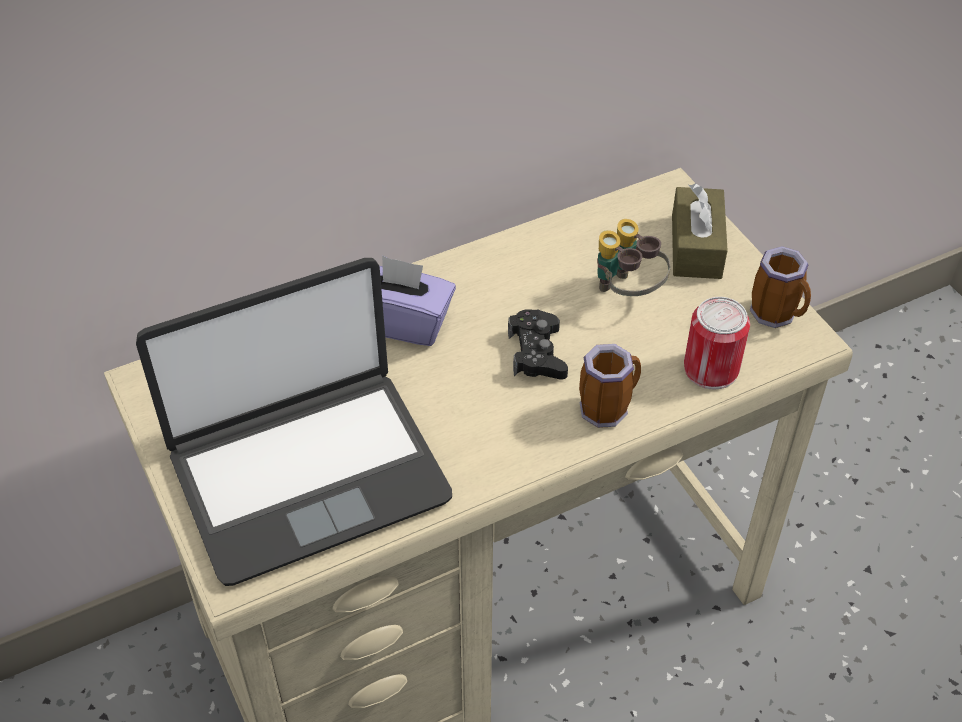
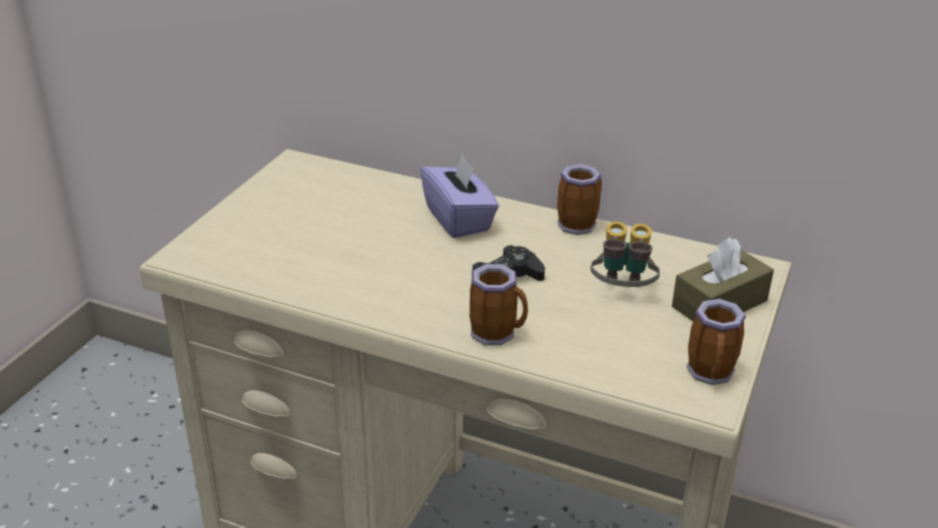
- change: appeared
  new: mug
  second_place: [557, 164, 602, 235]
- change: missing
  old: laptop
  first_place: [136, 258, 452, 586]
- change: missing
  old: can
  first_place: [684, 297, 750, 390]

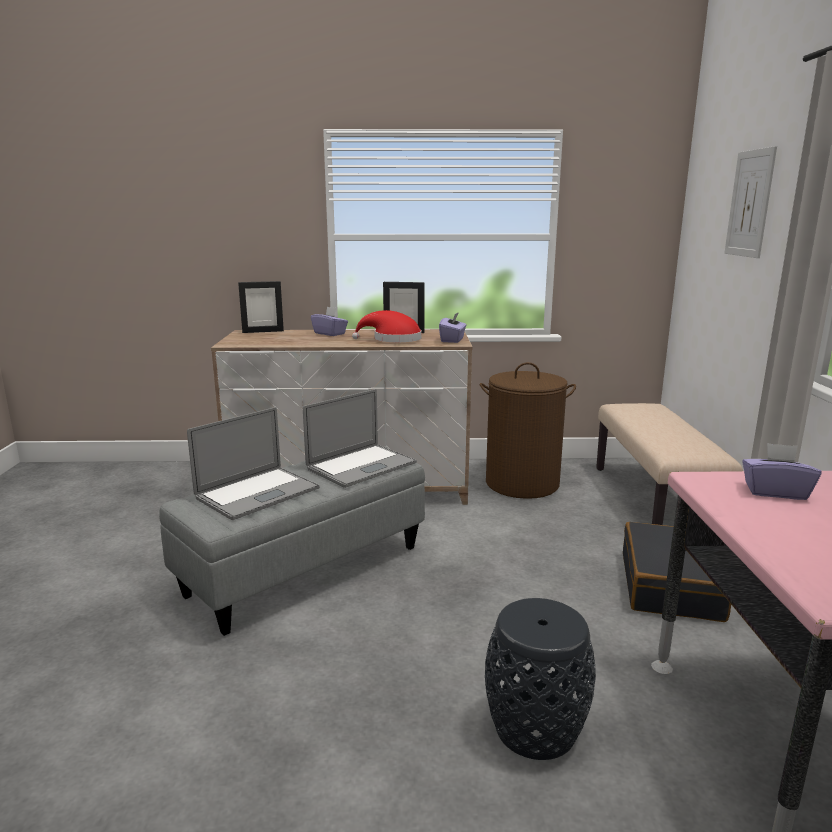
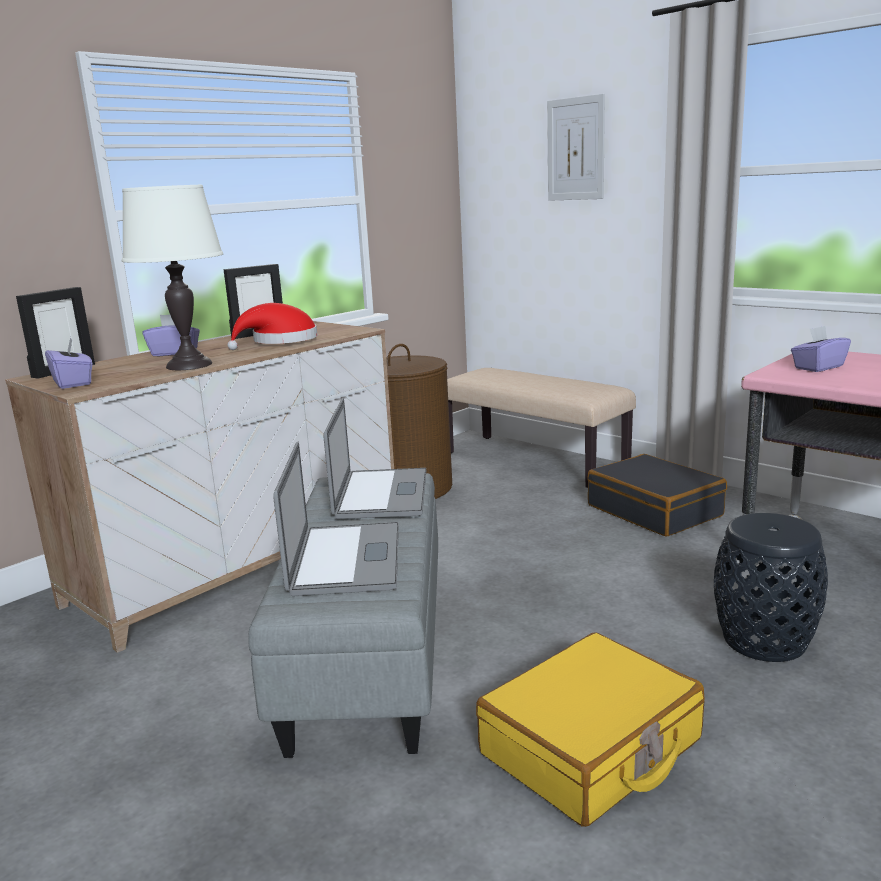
- change: relocated
  old: tissue box/purple
  first_place: [439, 312, 466, 343]
  second_place: [45, 337, 92, 389]
- change: appeared
  new: table lamp/white
  second_place: [122, 185, 223, 370]
- change: appeared
  new: suitcase/yellow
  second_place: [476, 632, 704, 827]

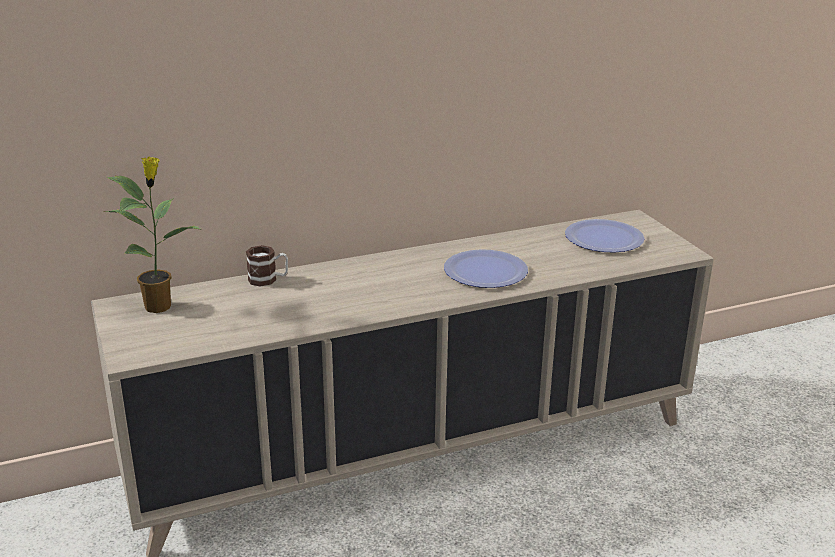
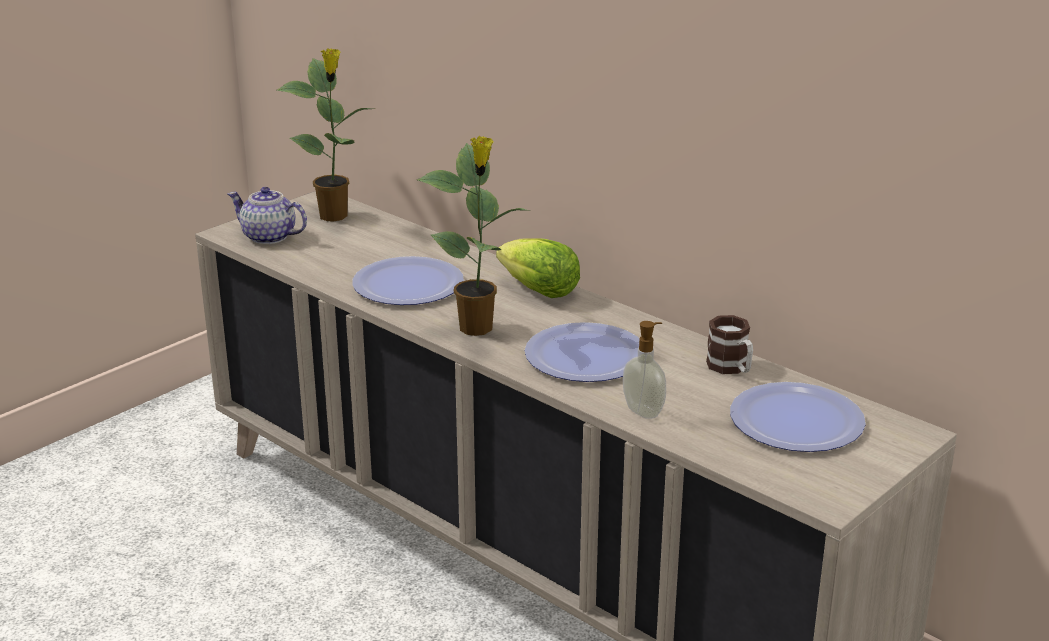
- change: appeared
  new: teapot
  second_place: [228, 187, 307, 244]
- change: appeared
  new: plate
  second_place: [352, 256, 464, 305]
- change: appeared
  new: potted plant
  second_place: [417, 136, 531, 336]
- change: appeared
  new: lettuce
  second_place: [496, 238, 580, 298]
- change: appeared
  new: soap dispenser
  second_place: [623, 321, 666, 419]
- change: relocated
  old: mug
  first_place: [246, 245, 288, 287]
  second_place: [706, 315, 753, 374]

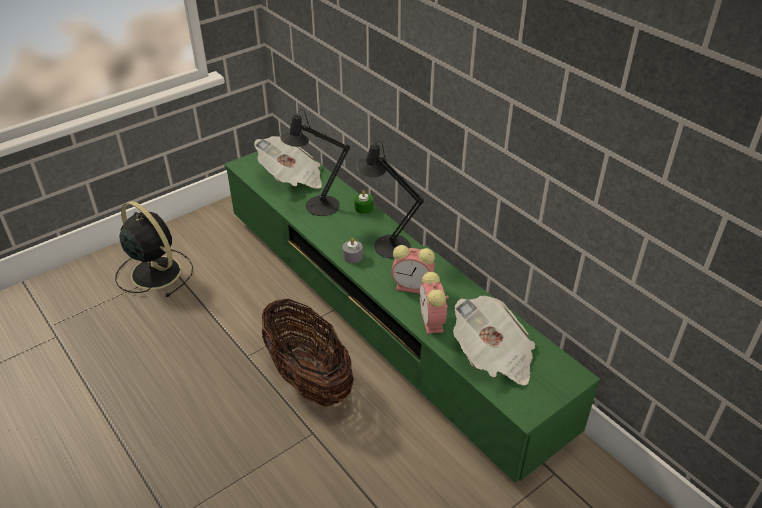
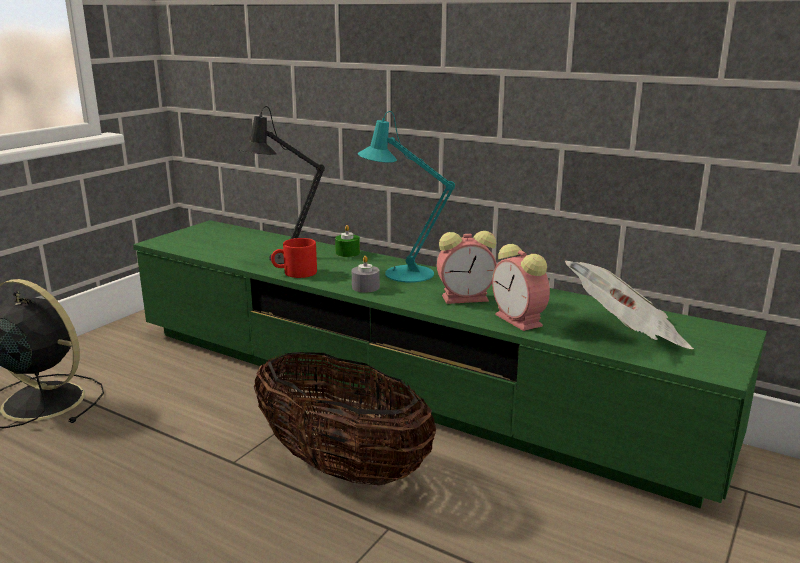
- change: appeared
  new: mug/red
  second_place: [271, 238, 317, 278]
- change: colour
  old: table lamp/black
  new: table lamp/turquoise
  first_place: [356, 141, 424, 259]
  second_place: [358, 111, 455, 282]
- change: missing
  old: newspaper
  first_place: [254, 136, 322, 189]

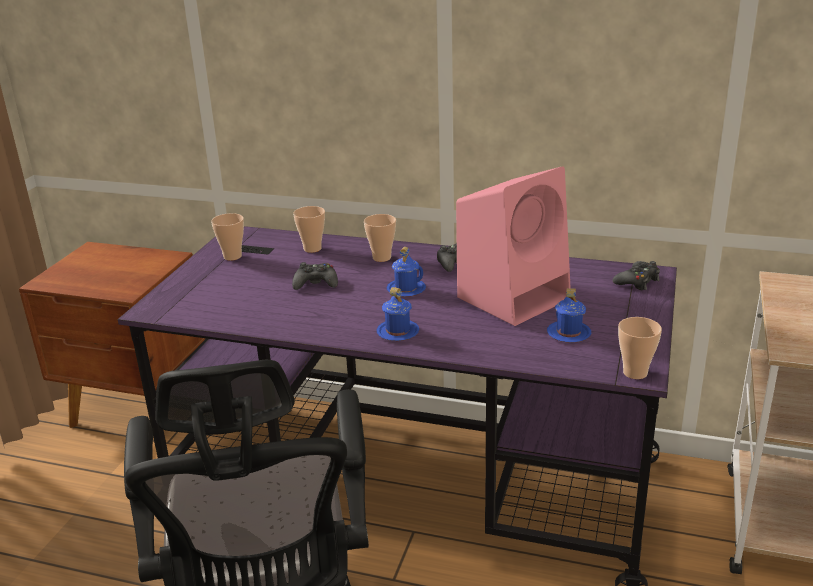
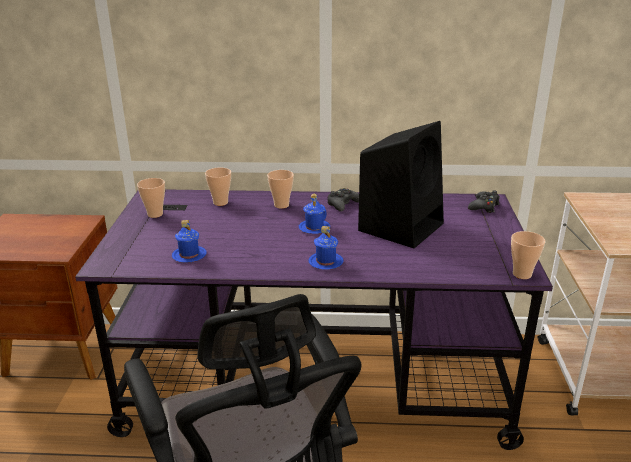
- change: relocated
  old: mug/blue
  first_place: [547, 289, 591, 343]
  second_place: [172, 220, 207, 263]
- change: colour
  old: speaker/pink
  new: speaker/black
  first_place: [456, 166, 571, 326]
  second_place: [358, 121, 444, 248]
- change: missing
  old: game controller/black
  first_place: [292, 262, 338, 290]

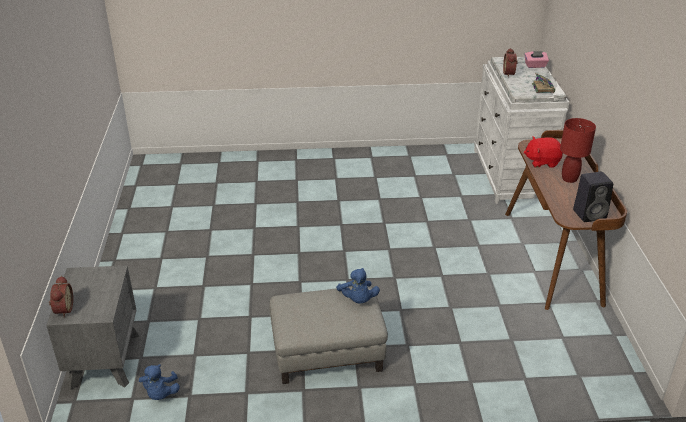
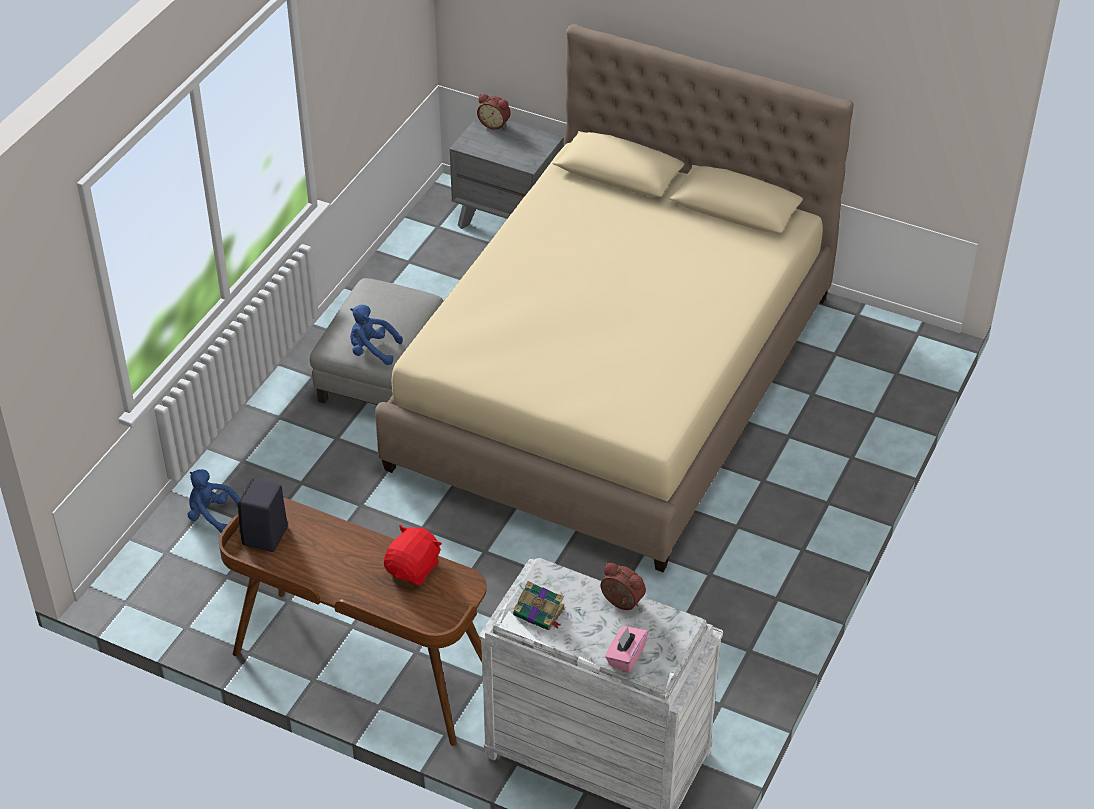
- change: relocated
  old: plush toy/blue
  first_place: [139, 364, 180, 400]
  second_place: [188, 470, 240, 533]
- change: appeared
  new: bed/beige
  second_place: [375, 24, 854, 572]
- change: missing
  old: table lamp/red
  first_place: [560, 118, 596, 183]

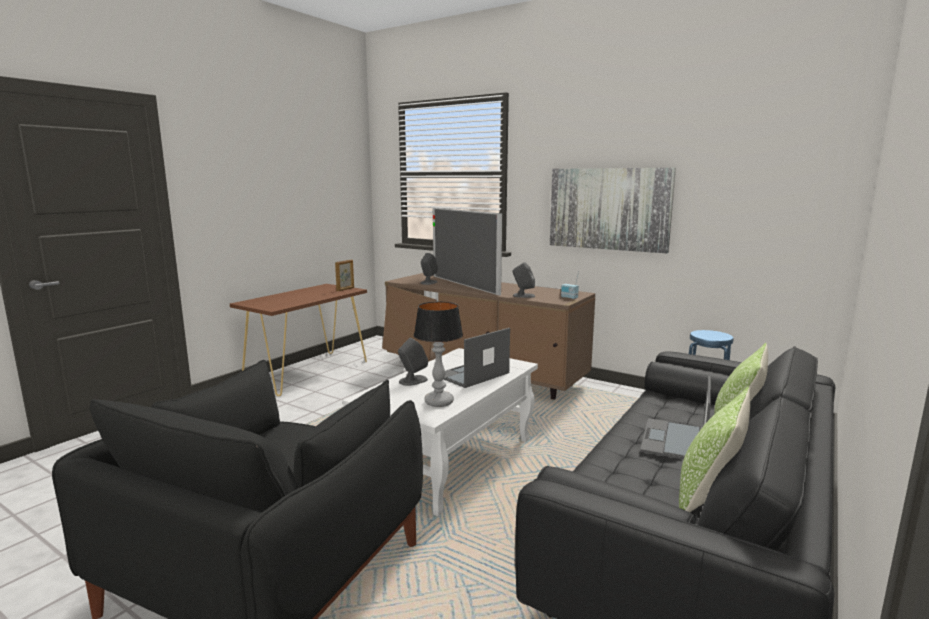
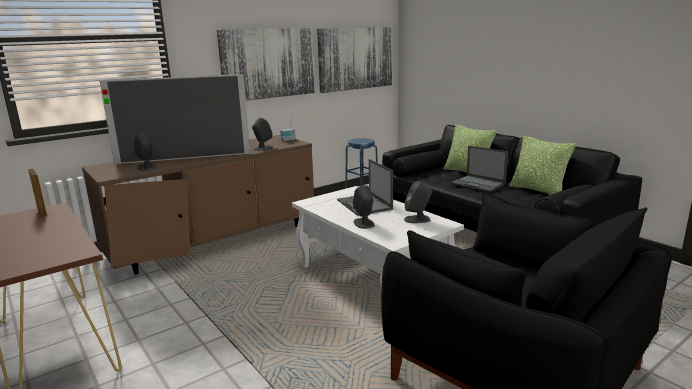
- change: appeared
  new: picture
  second_place: [317, 27, 392, 93]
- change: exchanged
  old: table lamp
  new: speaker/grey
  first_place: [414, 302, 463, 407]
  second_place: [404, 181, 432, 223]

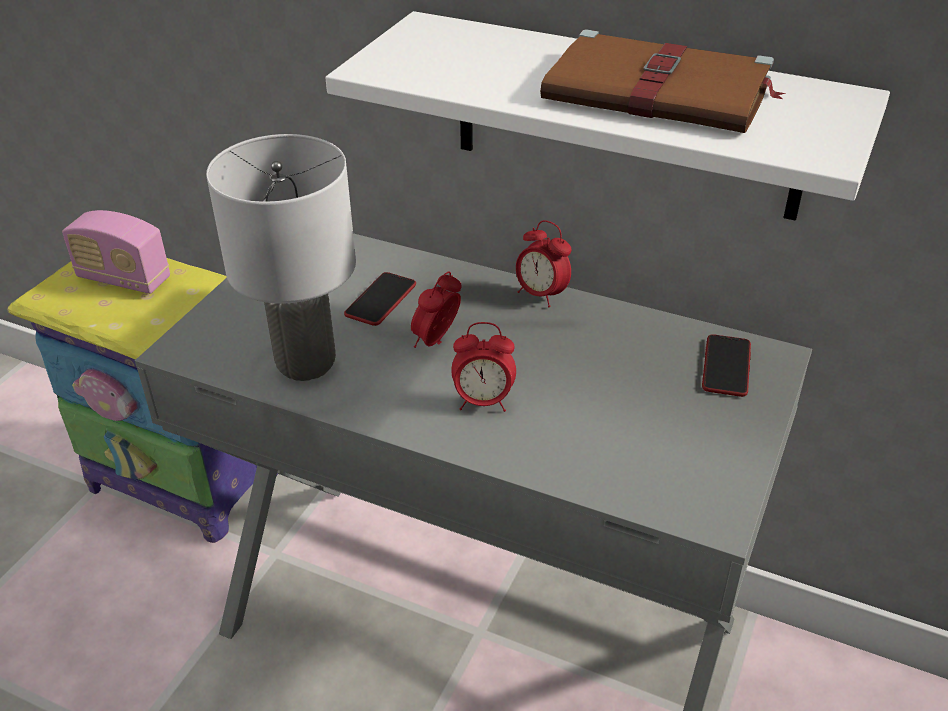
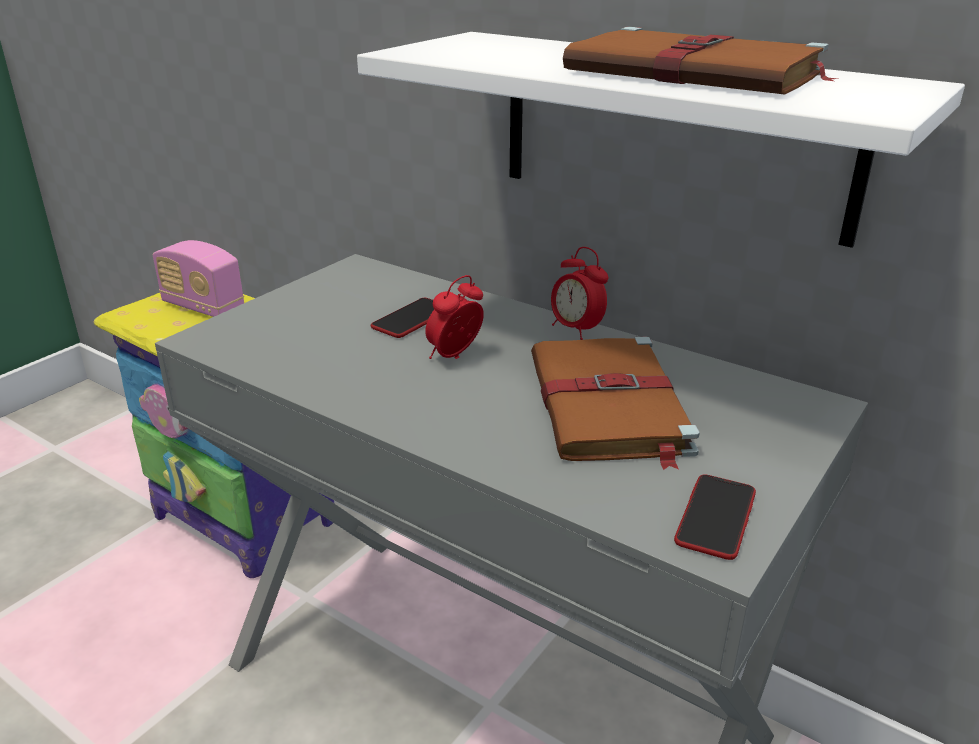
- change: appeared
  new: book/brown
  second_place: [531, 336, 700, 470]
- change: relocated
  old: phone
  first_place: [702, 334, 751, 397]
  second_place: [674, 474, 756, 560]
- change: missing
  old: table lamp/white
  first_place: [206, 134, 356, 381]
- change: missing
  old: alarm clock
  first_place: [451, 322, 516, 412]

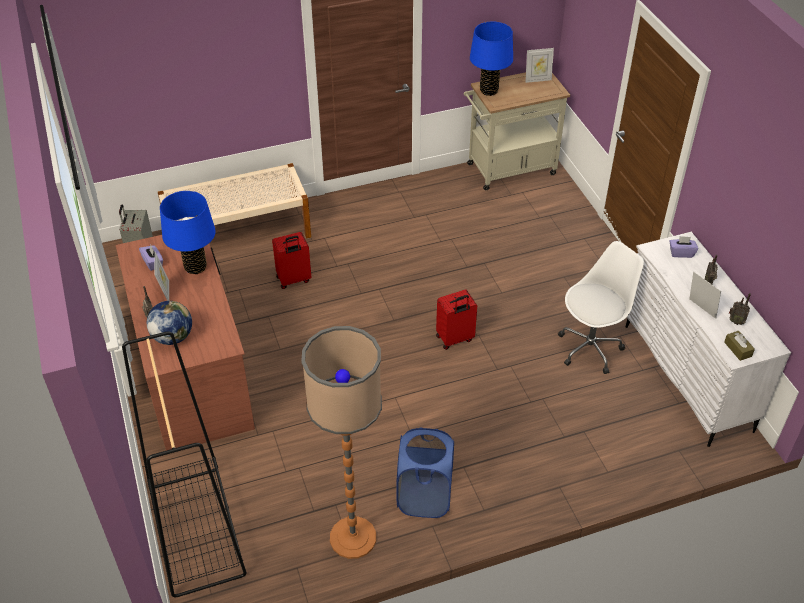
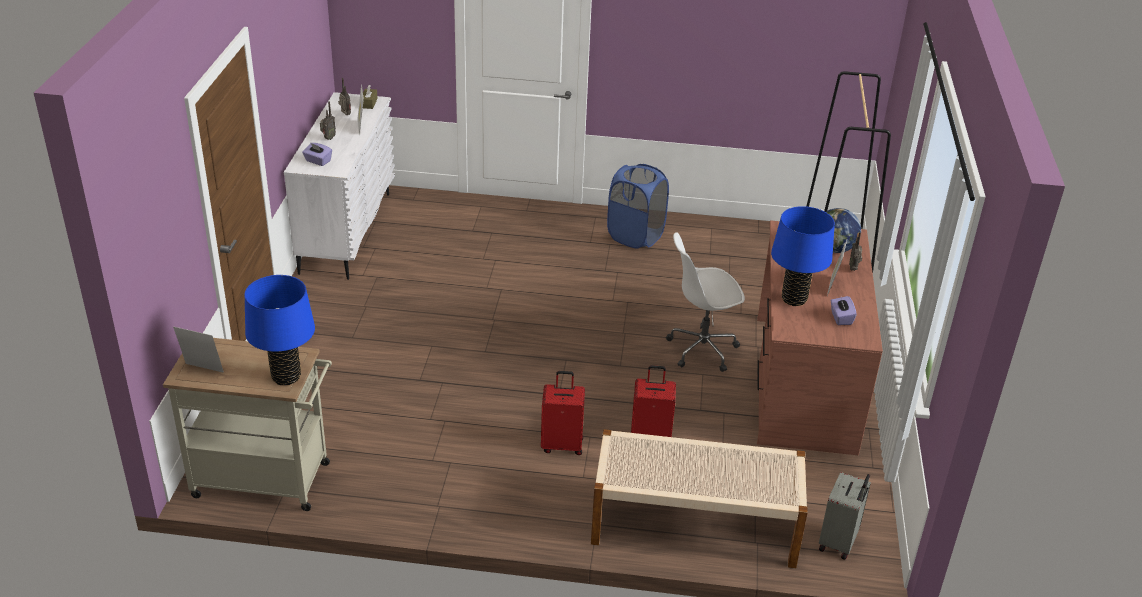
- change: relocated
  old: suitcase/red
  first_place: [436, 290, 477, 350]
  second_place: [541, 371, 585, 455]
- change: relocated
  old: office chair/white
  first_place: [558, 241, 644, 374]
  second_place: [666, 232, 745, 372]
- change: missing
  old: floor lamp
  first_place: [301, 326, 382, 559]

